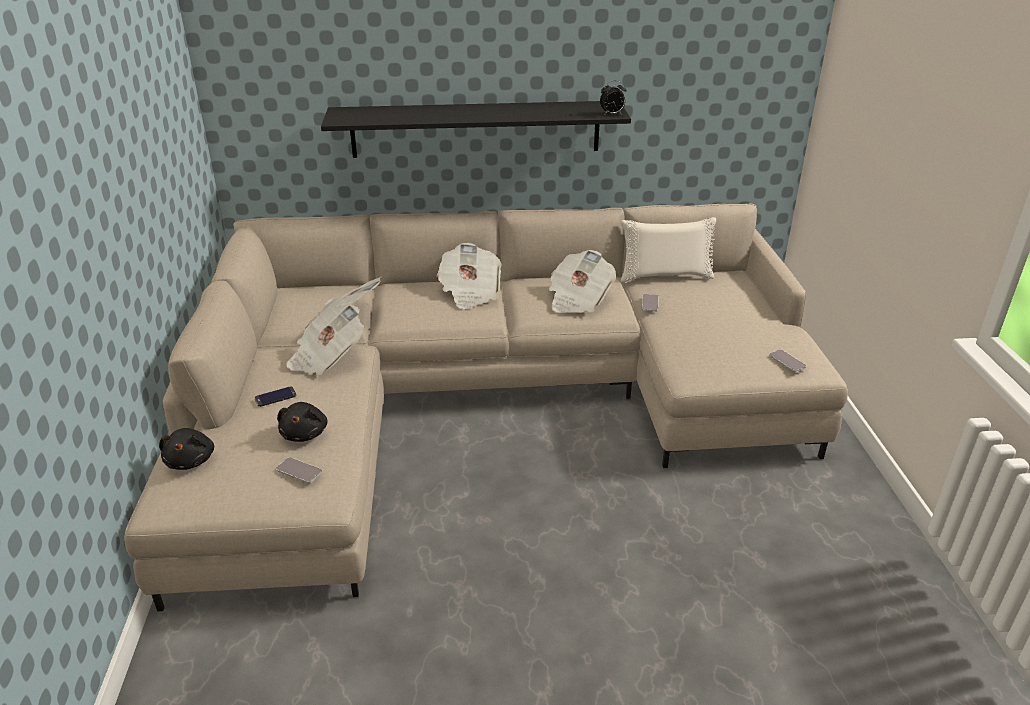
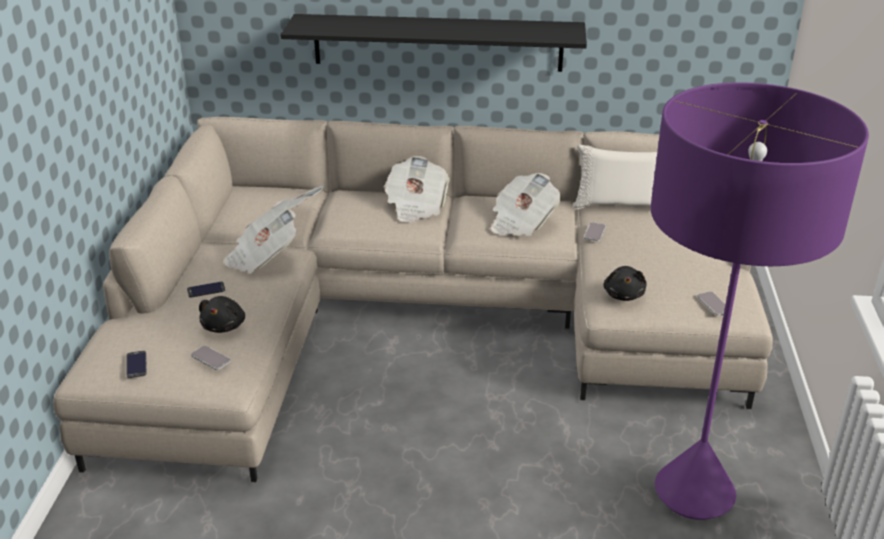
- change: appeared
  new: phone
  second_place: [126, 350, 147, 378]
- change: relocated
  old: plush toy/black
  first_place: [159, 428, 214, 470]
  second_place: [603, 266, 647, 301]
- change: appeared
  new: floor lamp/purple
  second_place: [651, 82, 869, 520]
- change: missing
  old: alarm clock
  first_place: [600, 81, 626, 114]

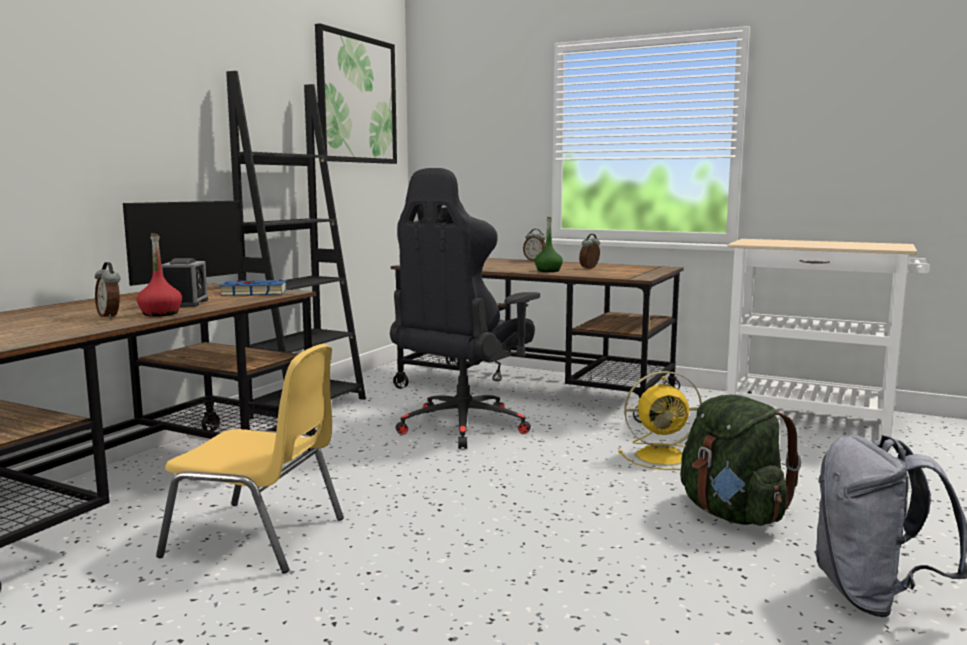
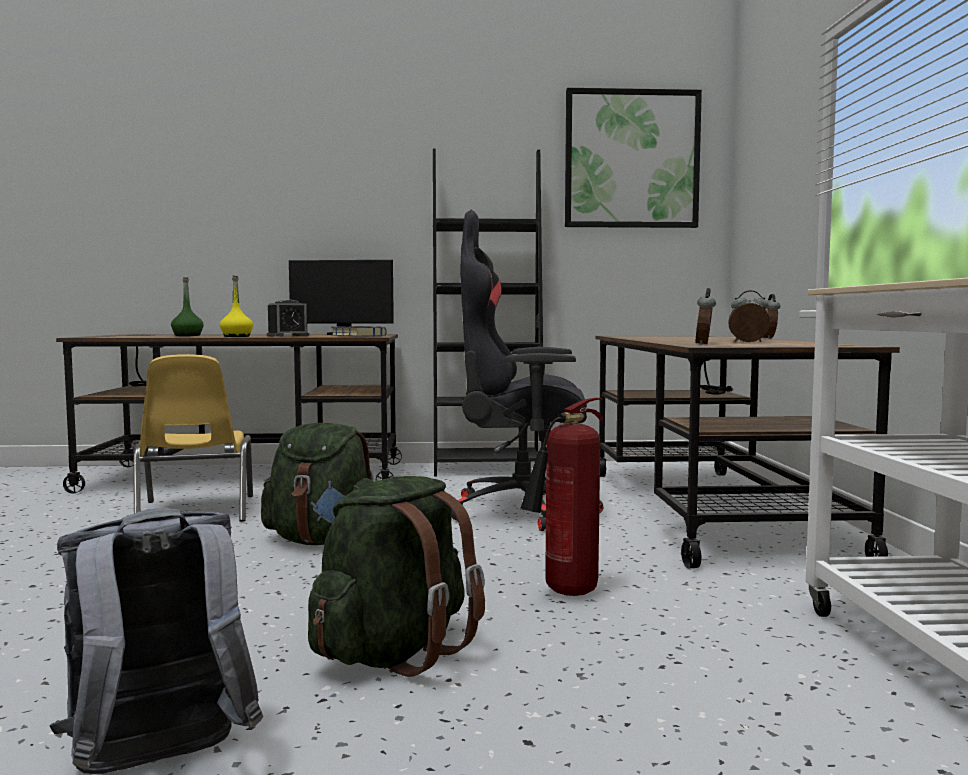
- change: relocated
  old: bottle/green
  first_place: [534, 217, 563, 272]
  second_place: [171, 277, 204, 336]
- change: colour
  old: bottle/red
  new: bottle/yellow
  first_place: [137, 233, 182, 317]
  second_place: [220, 275, 253, 337]
- change: appeared
  new: backpack/green
  second_place: [261, 423, 374, 545]
- change: exchanged
  old: fan/yellow
  new: fire extinguisher
  first_place: [618, 371, 702, 470]
  second_place: [521, 398, 603, 596]
- change: relocated
  old: alarm clock
  first_place: [95, 262, 120, 319]
  second_place: [696, 288, 716, 345]

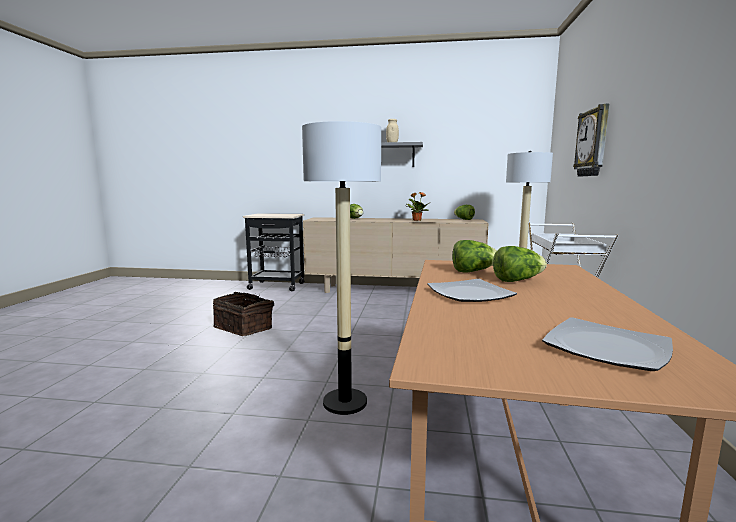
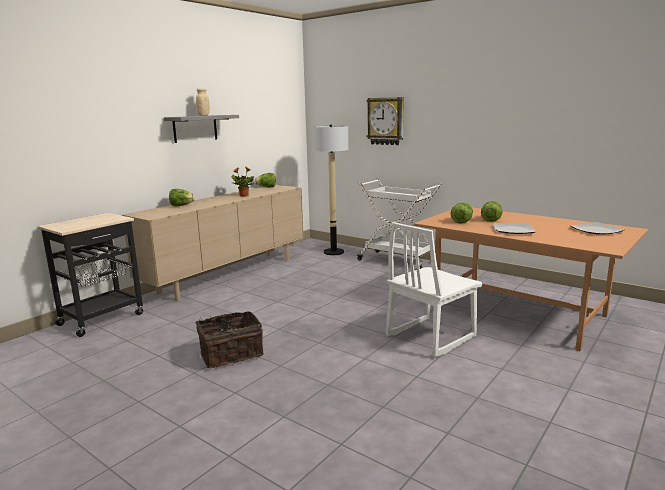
- change: exchanged
  old: floor lamp
  new: chair/white
  first_place: [302, 121, 381, 415]
  second_place: [386, 222, 482, 357]

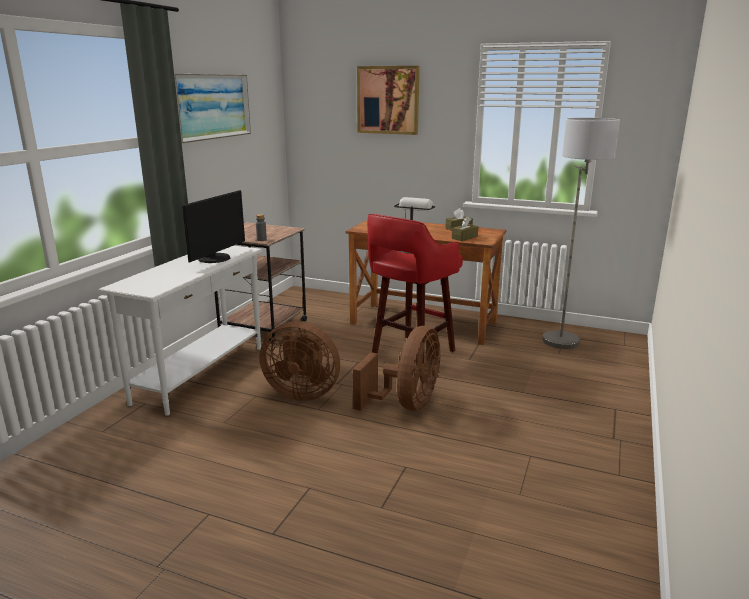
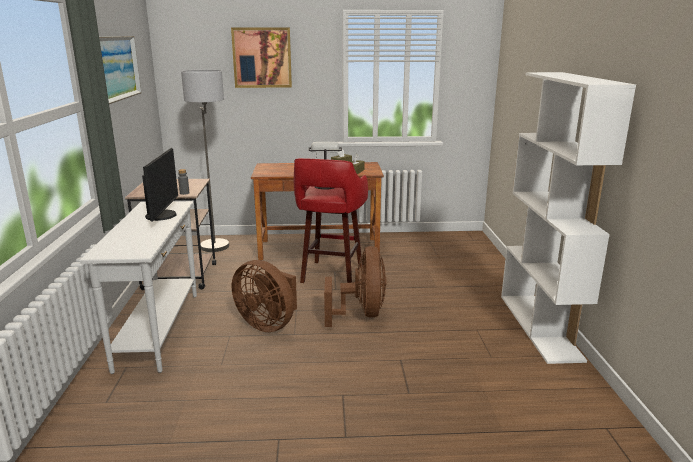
- change: relocated
  old: floor lamp/grey
  first_place: [542, 118, 620, 349]
  second_place: [181, 70, 229, 252]
- change: spun
  old: fan/brown
  first_place: [260, 322, 340, 401]
  second_place: [232, 260, 297, 332]
  degrees: 45
- change: appeared
  new: bookcase/white
  second_place: [501, 72, 636, 364]

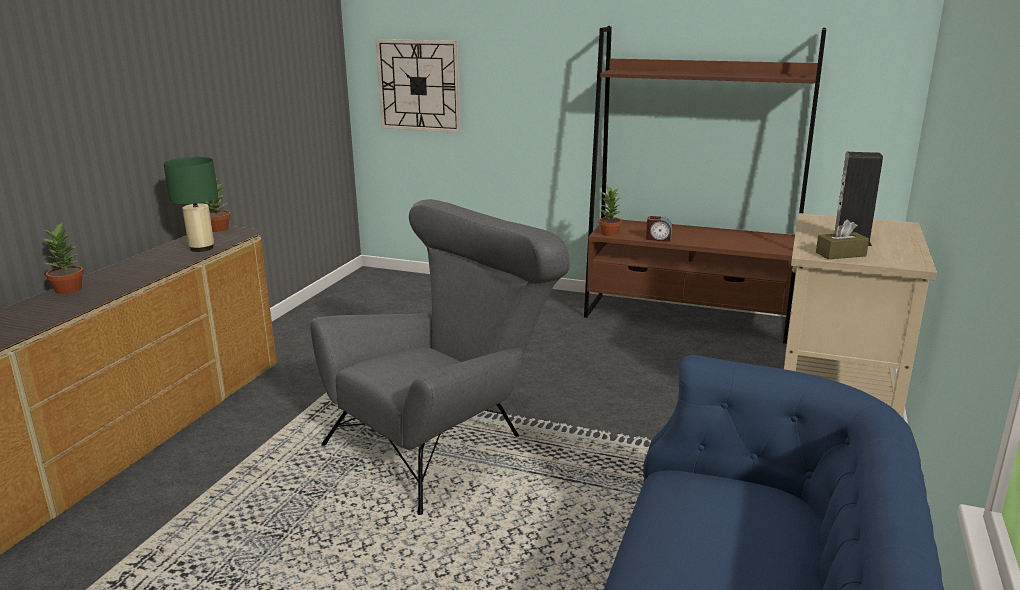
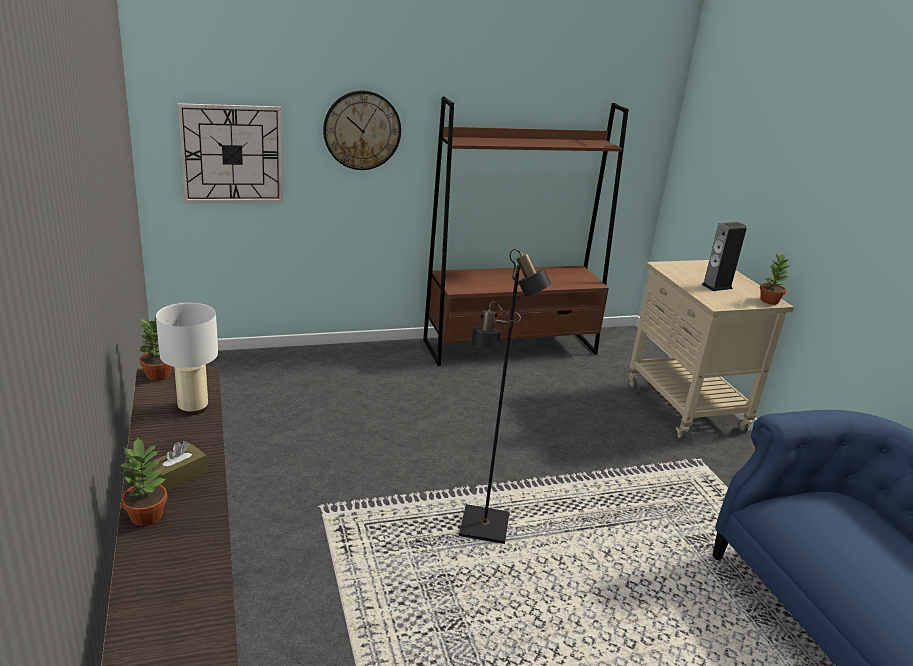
- change: relocated
  old: tissue box/brown
  first_place: [816, 220, 869, 259]
  second_place: [147, 441, 208, 491]
- change: colour
  old: table lamp/green
  new: table lamp/white
  first_place: [164, 157, 218, 252]
  second_place: [156, 302, 218, 415]
- change: appeared
  new: wall clock
  second_place: [323, 91, 401, 170]
- change: exchanged
  old: armchair/grey
  new: floor lamp/black
  first_place: [310, 199, 570, 515]
  second_place: [459, 249, 552, 544]
- change: relocated
  old: potted plant
  first_place: [598, 185, 622, 236]
  second_place: [760, 253, 790, 305]
- change: missing
  old: alarm clock
  first_place: [646, 216, 672, 242]

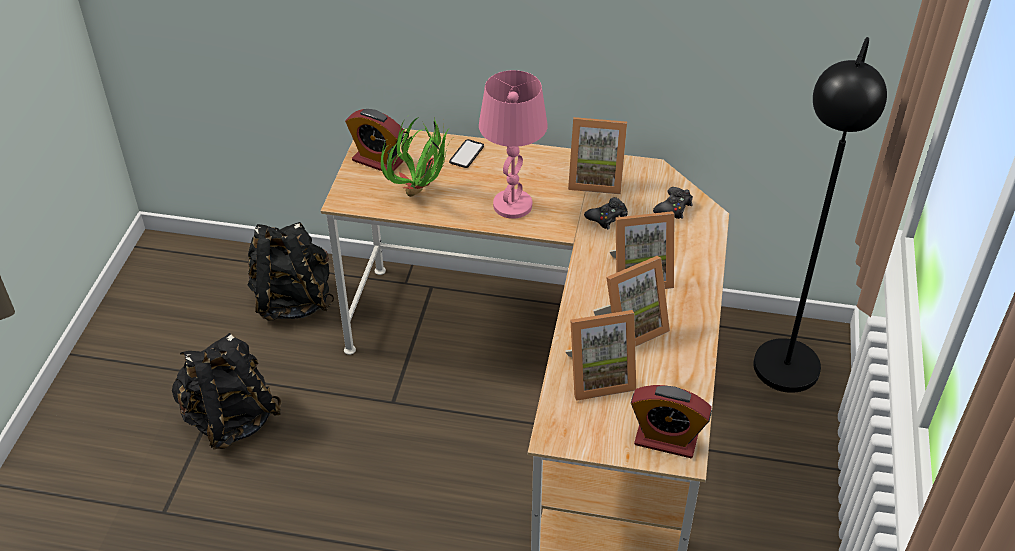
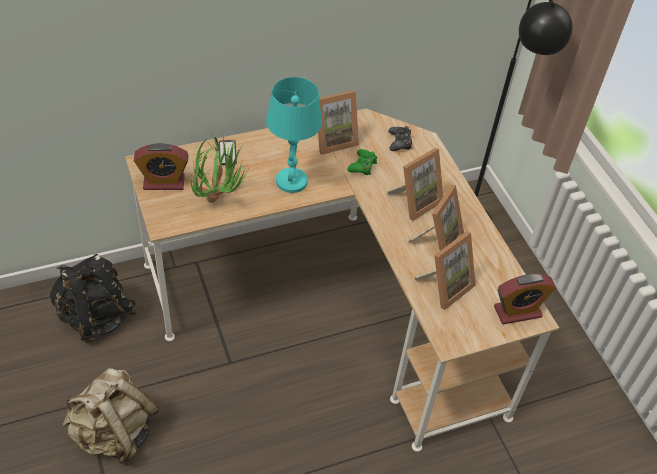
- change: colour
  old: backpack/black
  new: backpack/beige
  first_place: [172, 333, 282, 449]
  second_place: [63, 368, 160, 464]
- change: colour
  old: table lamp/pink
  new: table lamp/turquoise
  first_place: [479, 70, 548, 219]
  second_place: [266, 77, 322, 193]
- change: colour
  old: game controller/black
  new: game controller/green
  first_place: [584, 197, 628, 229]
  second_place: [347, 149, 377, 175]

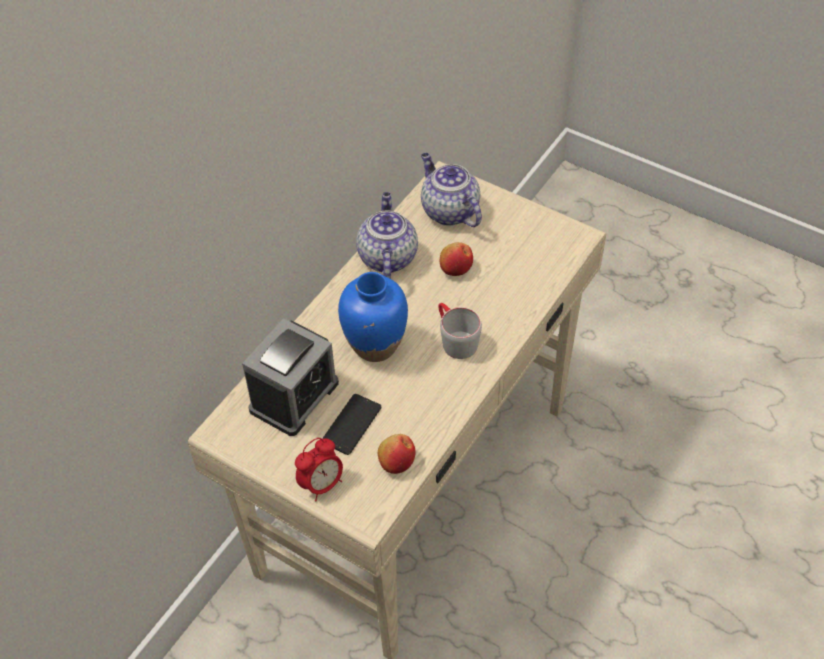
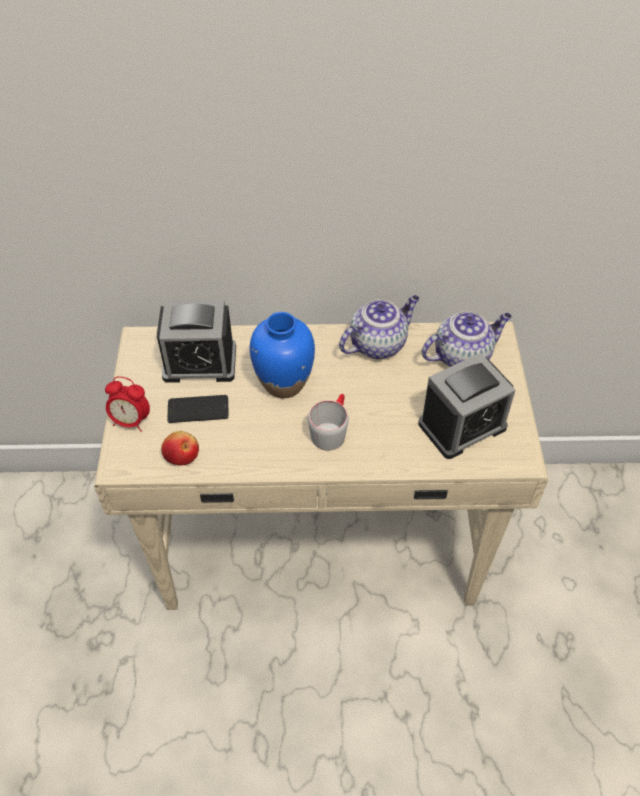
- change: appeared
  new: alarm clock
  second_place: [418, 353, 516, 459]
- change: spun
  old: teapot
  first_place: [421, 153, 482, 227]
  second_place: [421, 311, 512, 367]
  degrees: 45
- change: missing
  old: apple
  first_place: [440, 242, 473, 276]

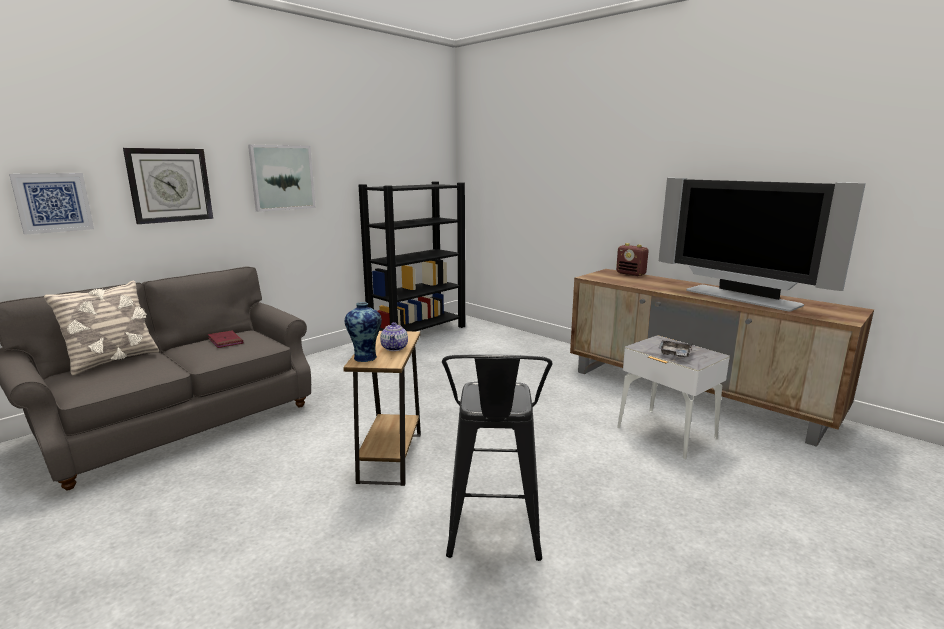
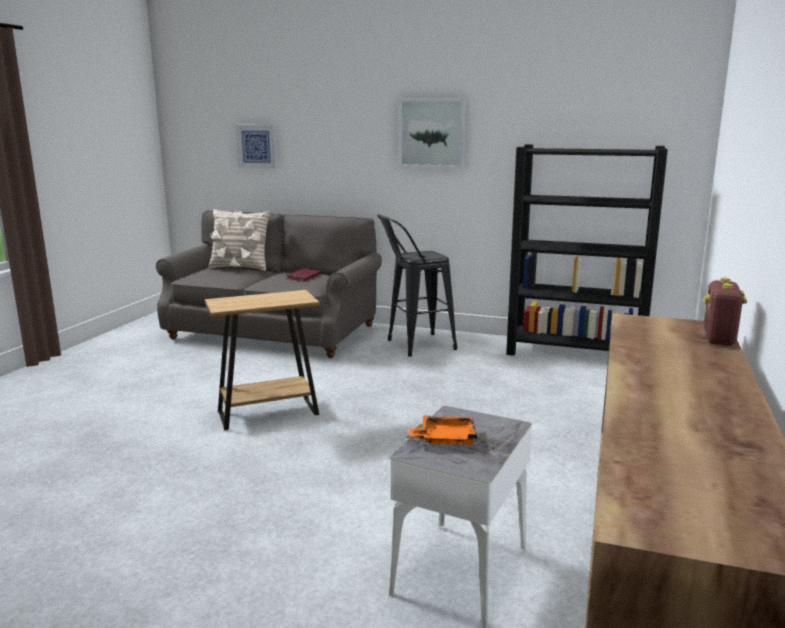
- change: relocated
  old: stool/black
  first_place: [442, 354, 552, 561]
  second_place: [377, 214, 457, 357]
- change: colour
  old: tray/grey
  new: tray/orange
  first_place: [658, 340, 693, 357]
  second_place: [409, 416, 477, 445]
- change: missing
  old: wall clock
  first_place: [123, 148, 213, 224]
- change: missing
  old: vase
  first_place: [345, 302, 382, 362]
- change: missing
  old: teapot
  first_place: [380, 322, 408, 351]
- change: missing
  old: television
  first_place: [659, 178, 866, 311]

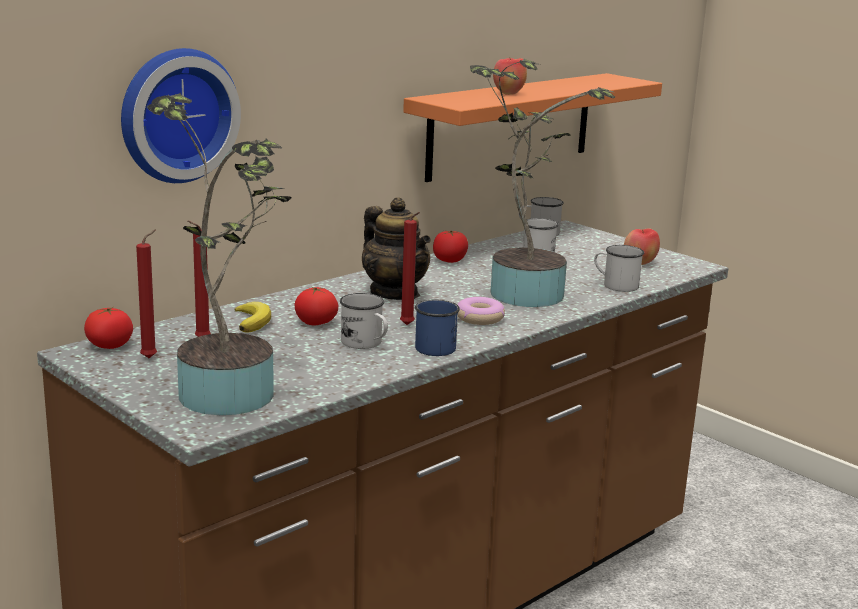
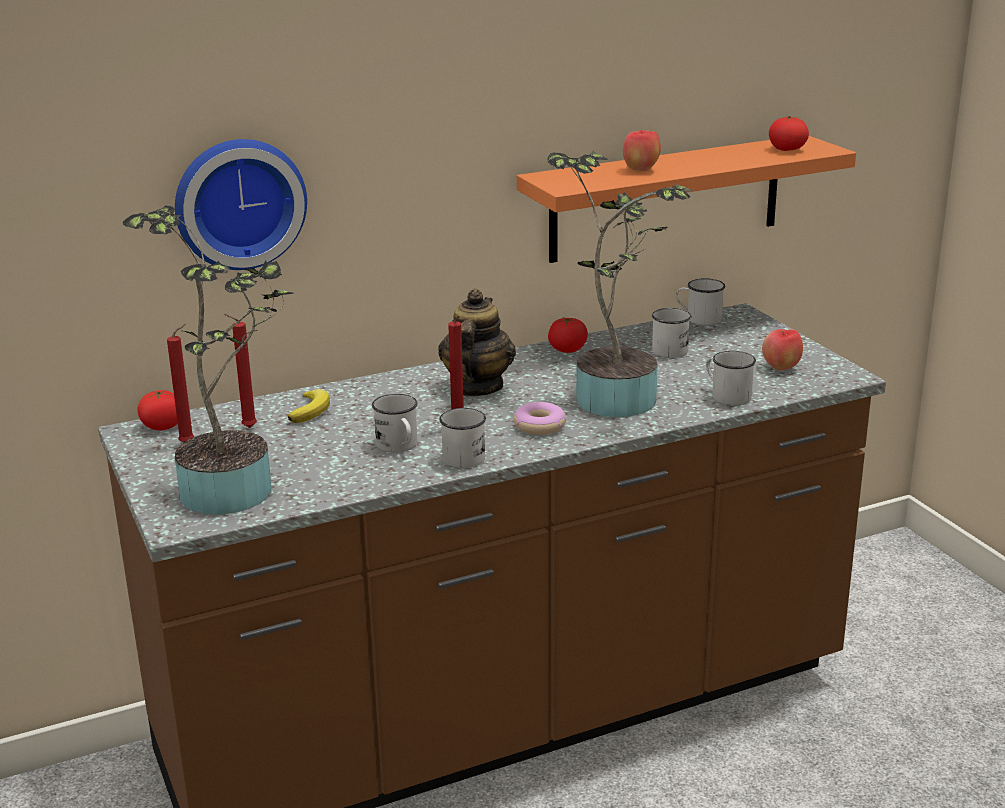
- change: spun
  old: teapot
  first_place: [362, 197, 431, 300]
  second_place: [438, 289, 516, 396]
  degrees: -150
- change: colour
  old: mug/blue
  new: mug/white
  first_place: [415, 299, 460, 356]
  second_place: [439, 408, 486, 469]
- change: relocated
  old: tomato
  first_place: [294, 286, 338, 325]
  second_place: [769, 116, 809, 151]

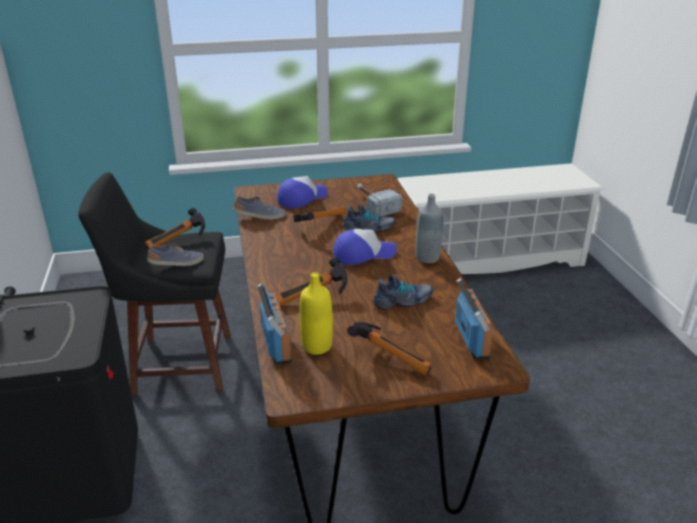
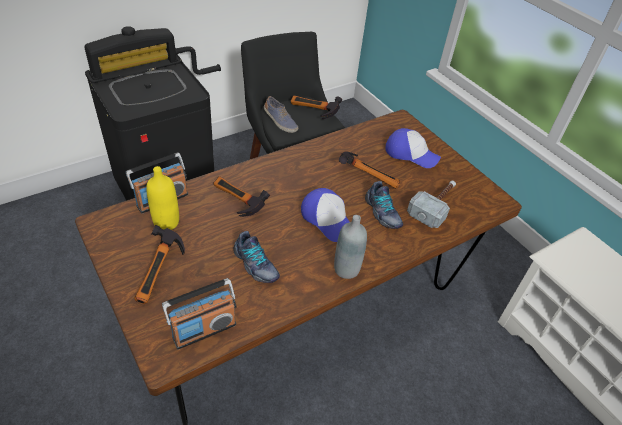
- change: missing
  old: shoe
  first_place: [233, 196, 285, 220]

